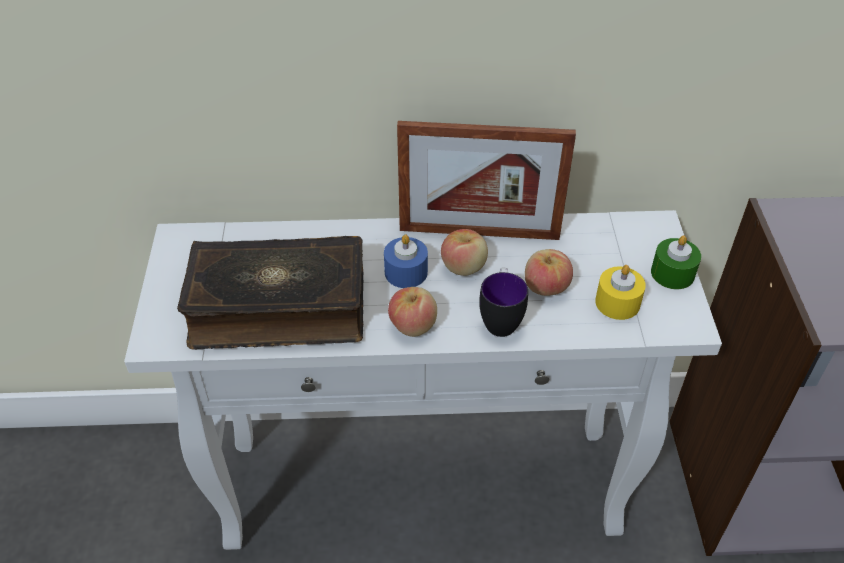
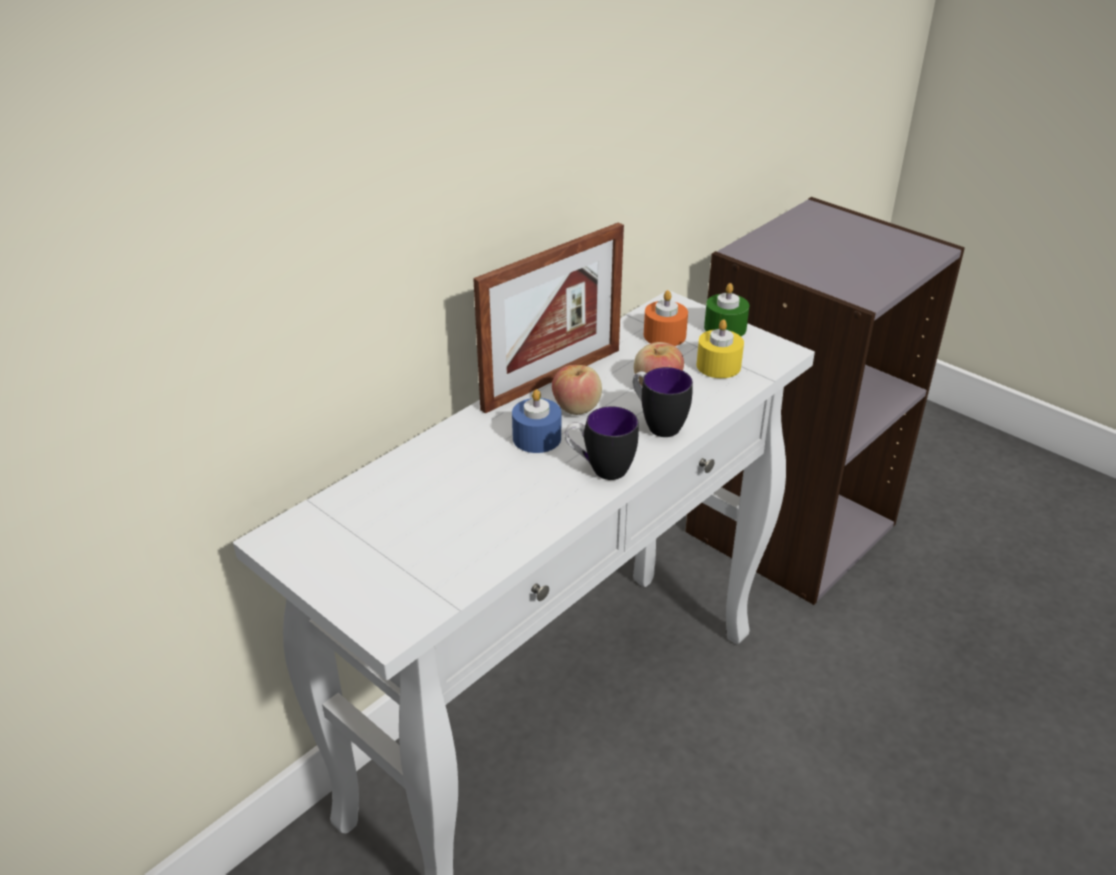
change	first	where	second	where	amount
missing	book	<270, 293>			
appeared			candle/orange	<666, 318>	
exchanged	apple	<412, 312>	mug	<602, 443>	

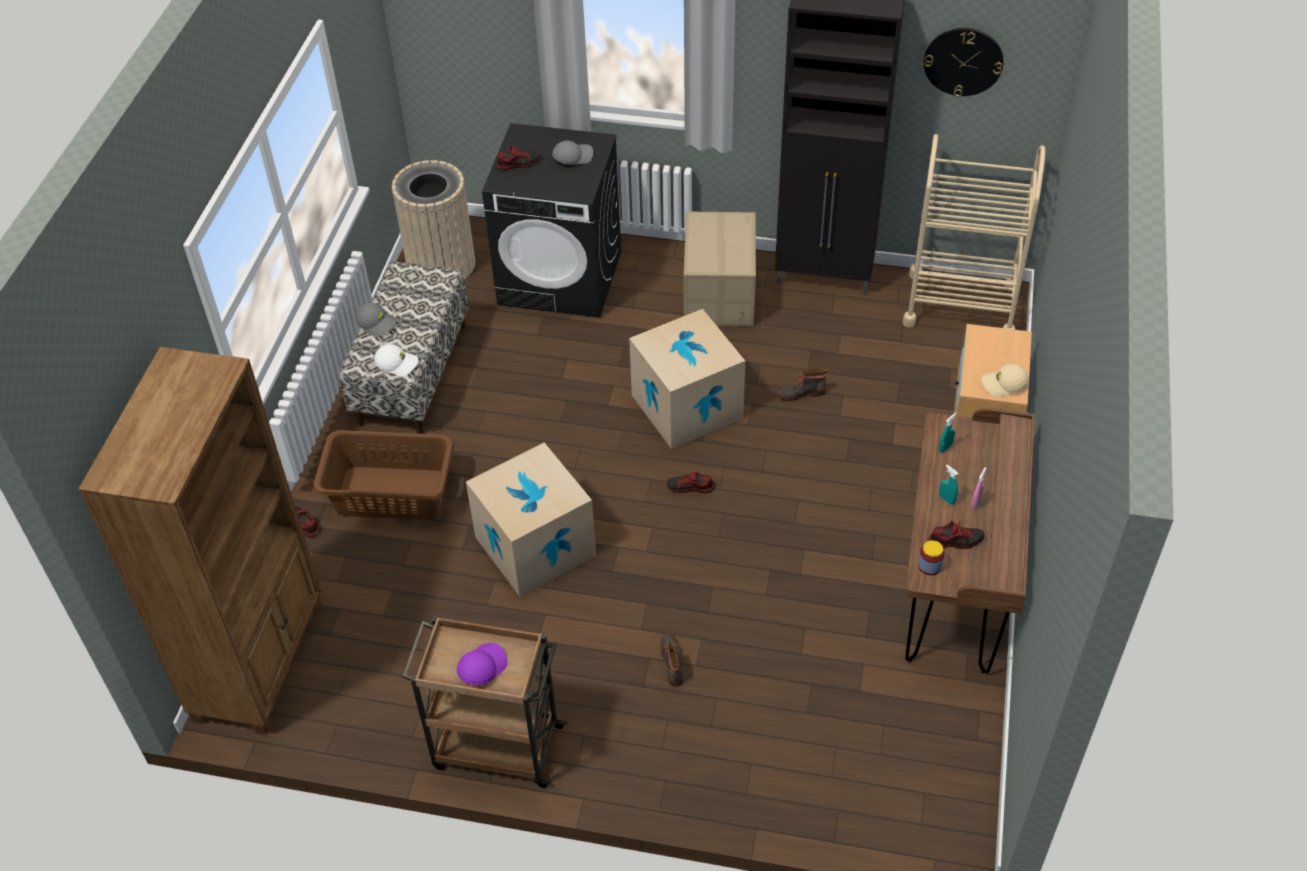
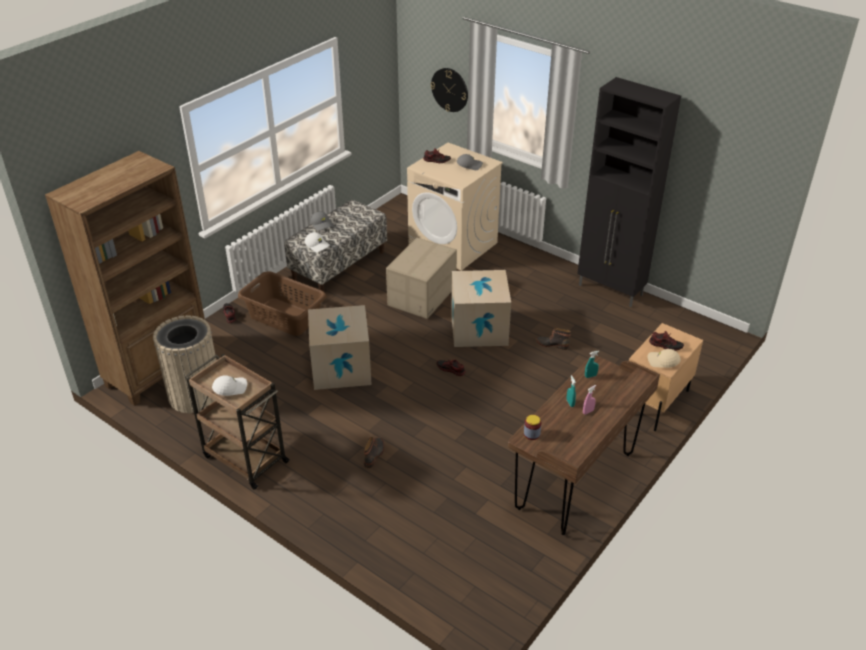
change	first	where	second	where	amount
missing	cart/beige	<974, 232>			
relocated	trash can/beige	<434, 219>		<185, 364>	
relocated	cardboard box	<720, 269>		<421, 278>	
relocated	wall clock	<964, 62>		<449, 90>	
relocated	shoe	<957, 535>		<666, 341>	
colour	cap/purple	<482, 664>	cap/white	<229, 385>	
colour	washing machine/black	<551, 220>	washing machine/beige	<455, 207>	

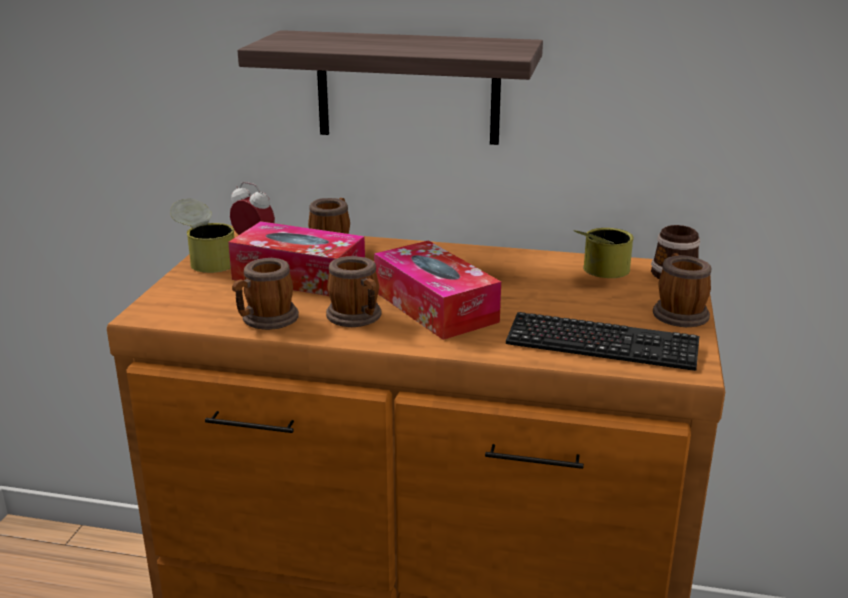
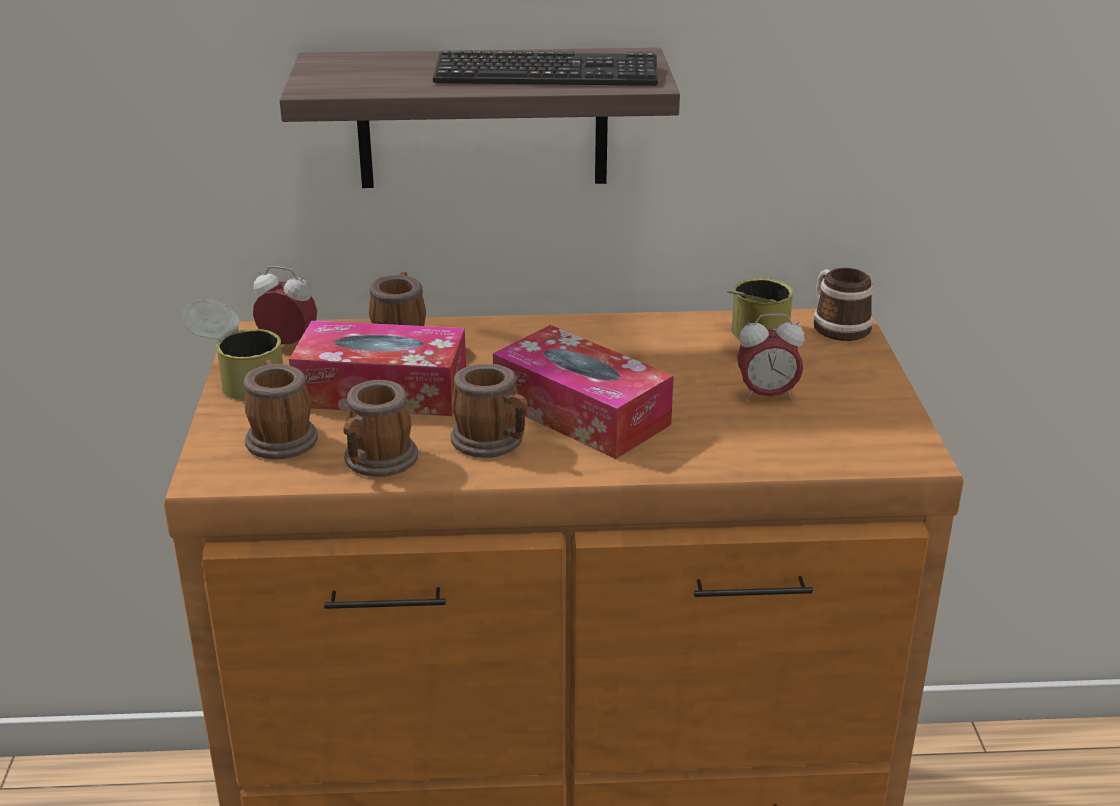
change	first	where	second	where	amount
appeared			alarm clock	<770, 358>	
relocated	keyboard	<603, 341>		<545, 68>	
relocated	mug	<682, 290>		<281, 409>	

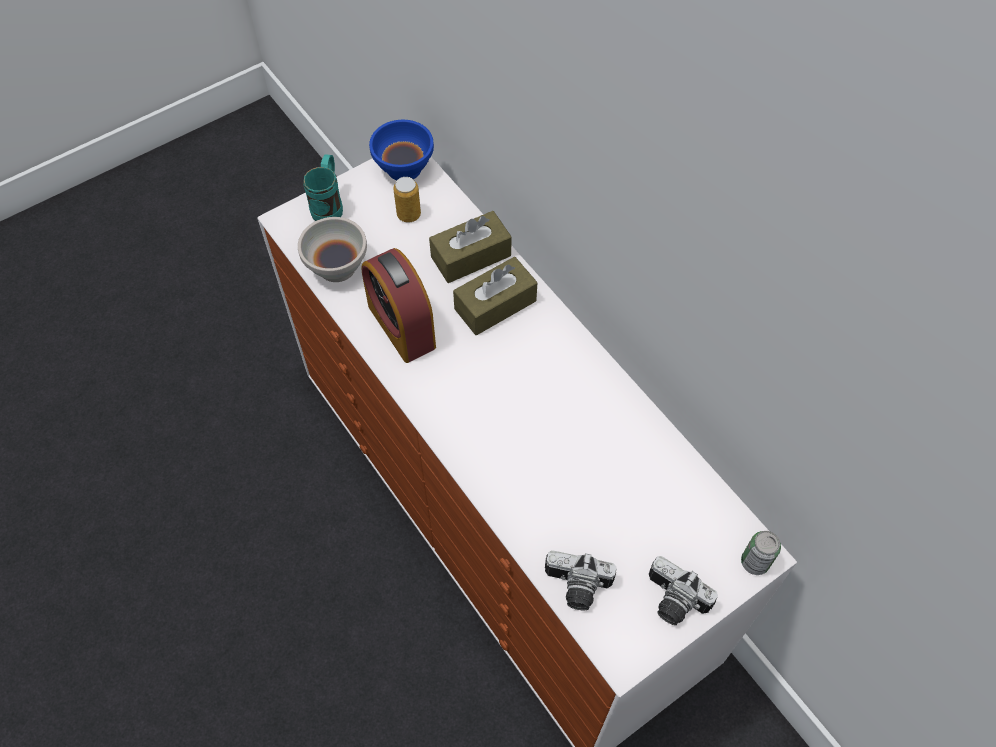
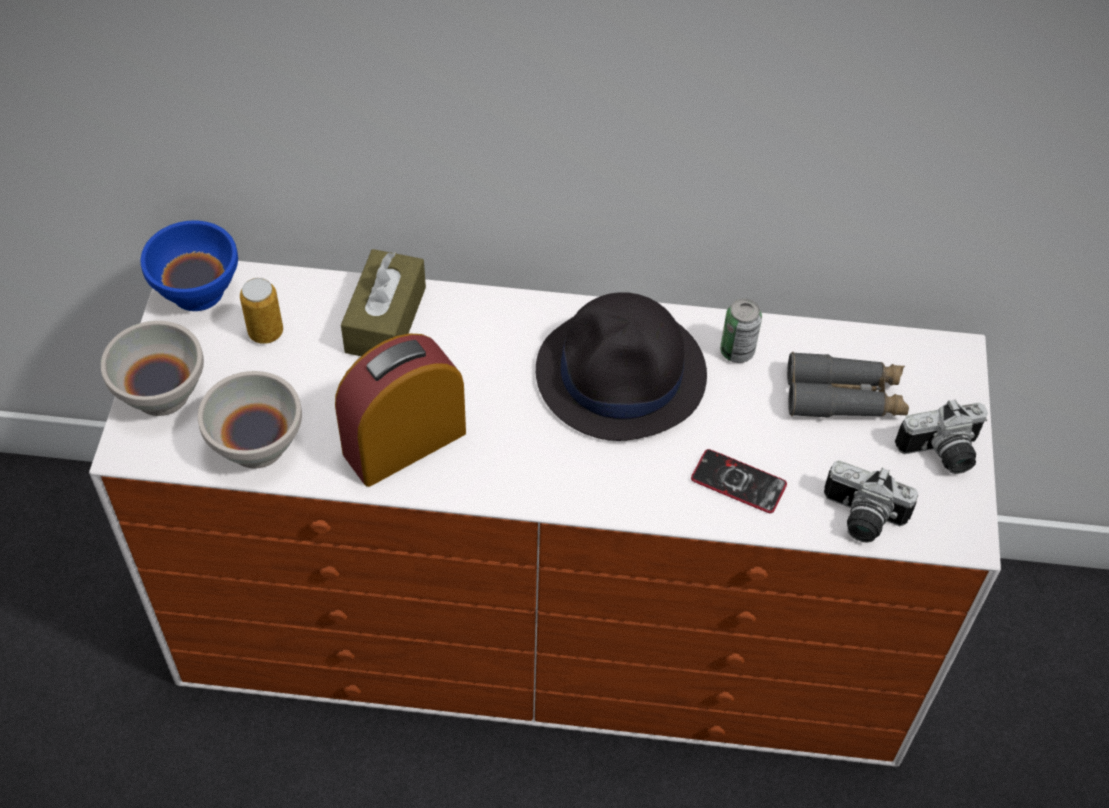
change	first	where	second	where	amount
missing	tissue box/brown	<495, 296>			
appeared			hat/black	<621, 366>	
appeared			phone	<739, 481>	
appeared			binoculars/grey	<848, 385>	
relocated	can	<761, 553>		<741, 331>	
exchanged	mug/turquoise	<323, 187>	bowl/white	<152, 368>	
spun	alarm clock	<398, 305>		<400, 410>	135 degrees clockwise
spun	photo camera	<581, 580>		<871, 501>	60 degrees clockwise

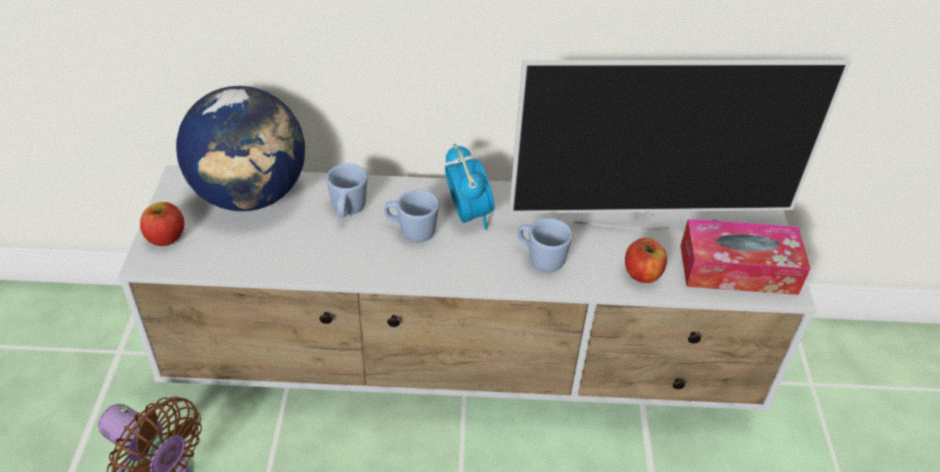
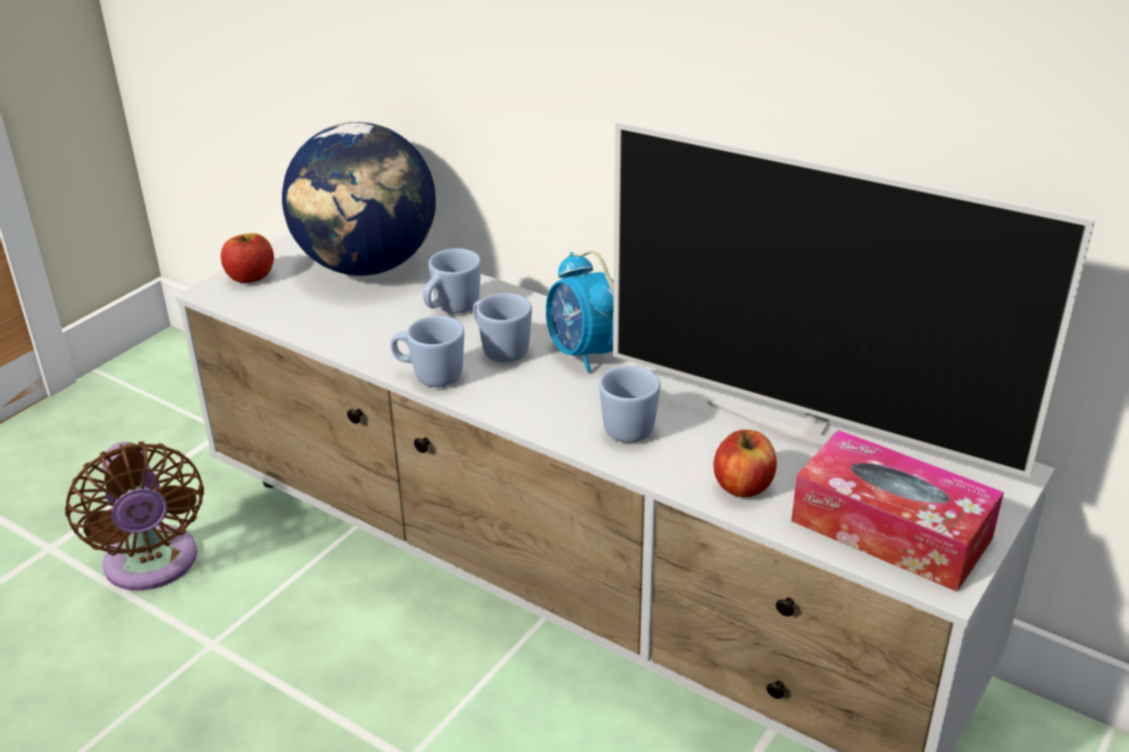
change	first	where	second	where	amount
appeared			mug/blue	<427, 351>	
spun	alarm clock	<469, 187>		<580, 312>	135 degrees clockwise

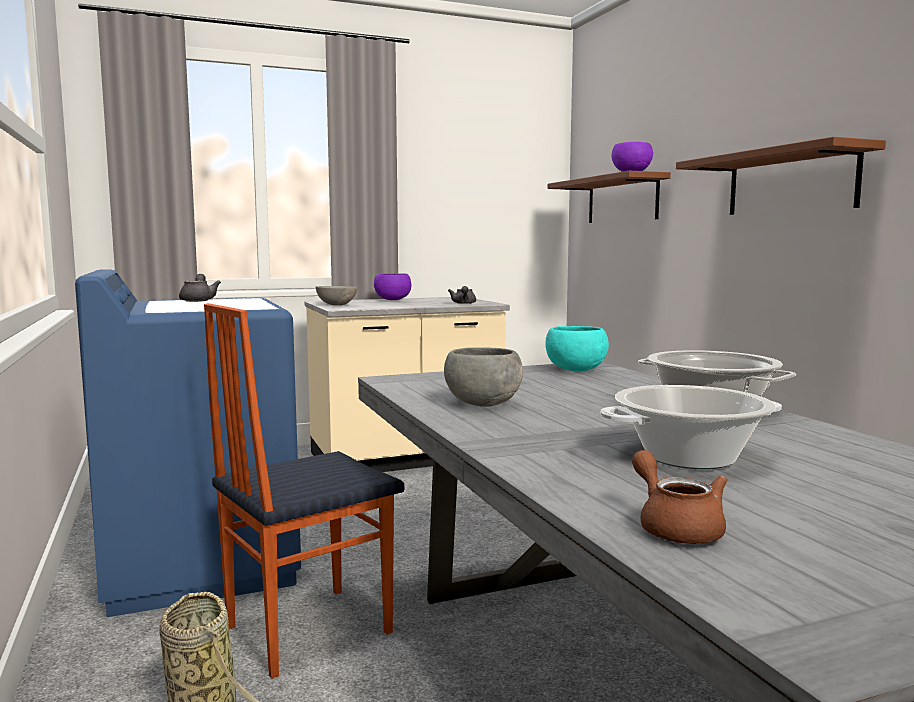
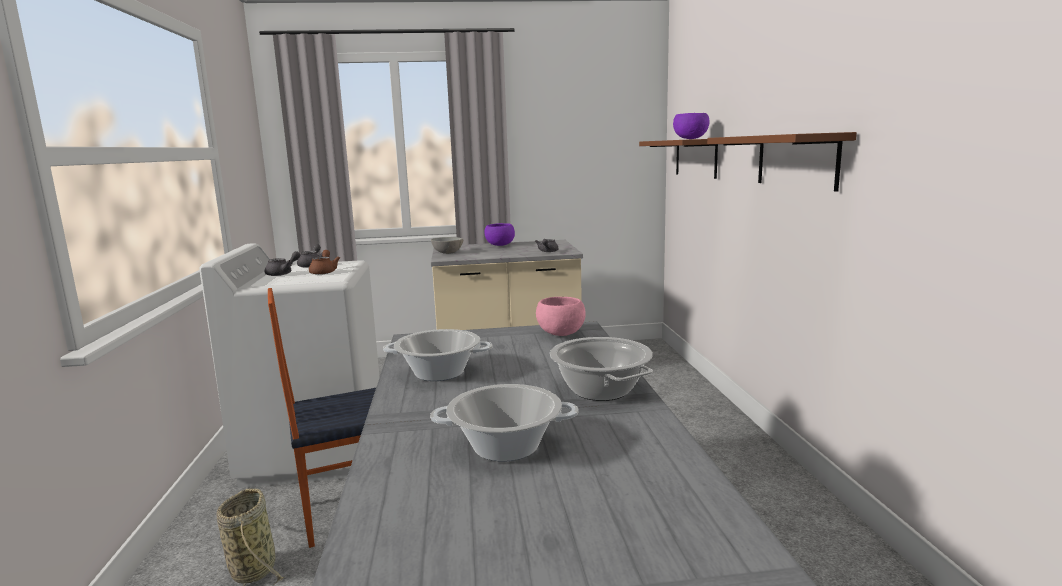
change	first	where	second	where	amount
appeared			teapot/grey	<282, 263>	
relocated	teapot/brown	<679, 497>		<324, 262>	
exchanged	bowl/grey	<483, 377>	cooking pot	<437, 355>	
colour	washing machine/blue	<188, 443>	washing machine/white	<289, 365>	
colour	bowl/turquoise	<577, 349>	bowl/pink	<561, 316>	

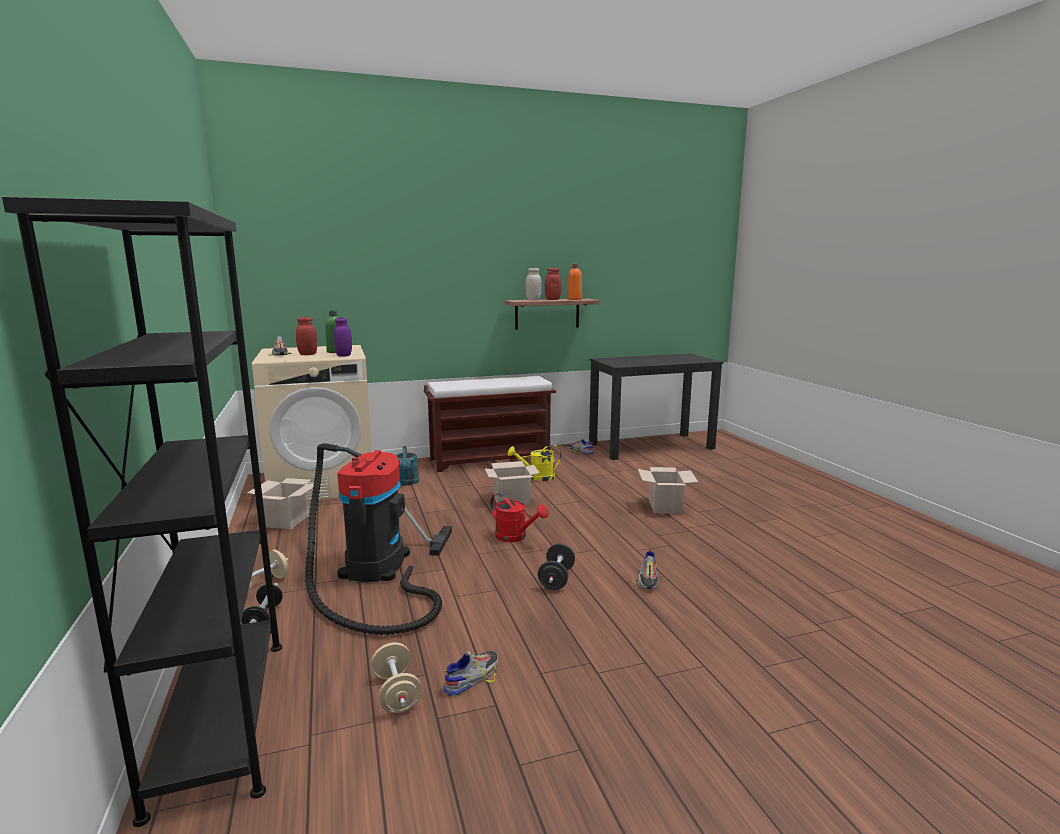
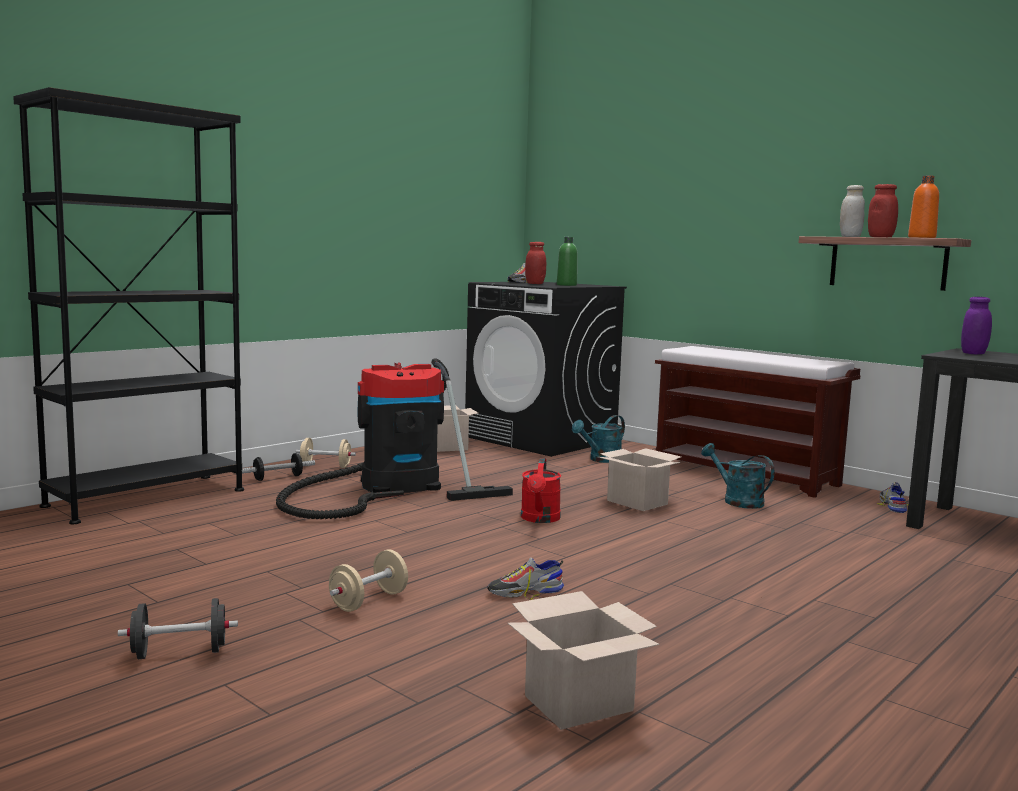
change	first	where	second	where	amount
missing	shoe	<470, 673>			
relocated	jar/purple	<343, 337>		<976, 325>	
relocated	dumbbell/beige	<396, 677>		<368, 580>	
relocated	dumbbell/black	<556, 566>		<178, 628>	
relocated	cardboard box	<668, 490>		<584, 660>	
colour	washing machine/beige	<312, 423>	washing machine/black	<546, 369>	
colour	watering can/yellow	<534, 463>	watering can/turquoise	<737, 476>	

